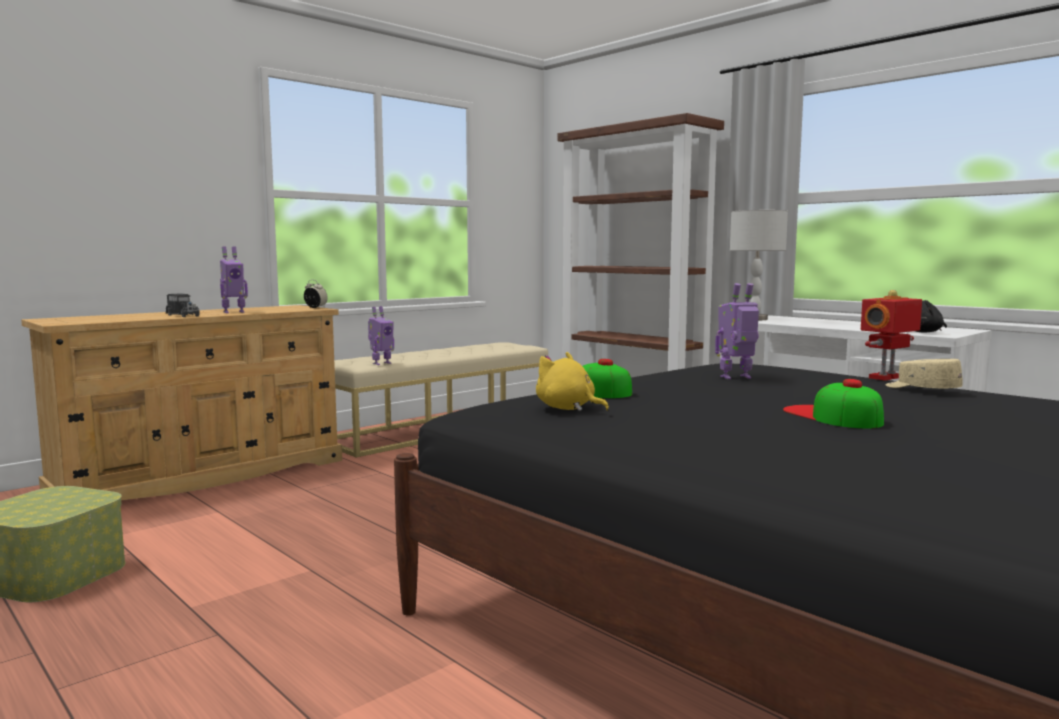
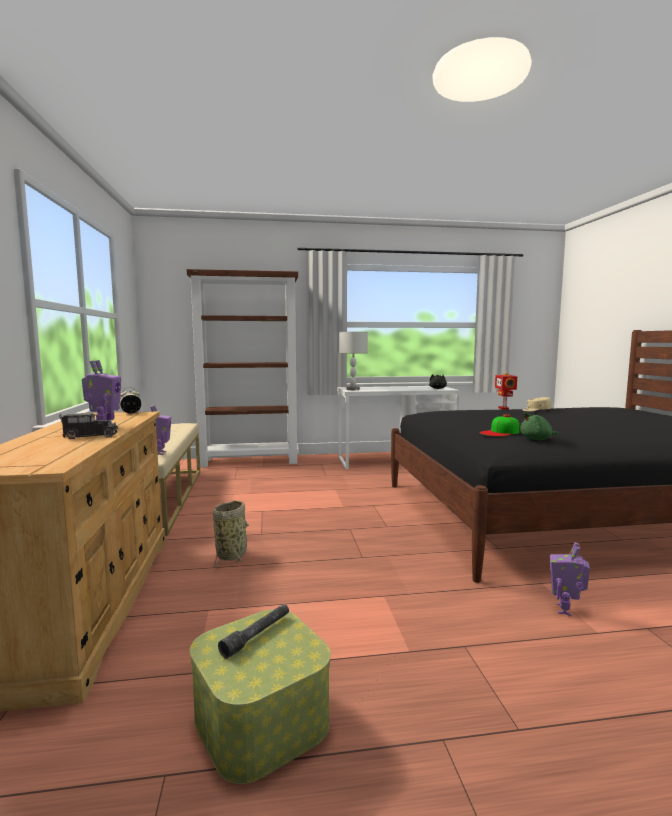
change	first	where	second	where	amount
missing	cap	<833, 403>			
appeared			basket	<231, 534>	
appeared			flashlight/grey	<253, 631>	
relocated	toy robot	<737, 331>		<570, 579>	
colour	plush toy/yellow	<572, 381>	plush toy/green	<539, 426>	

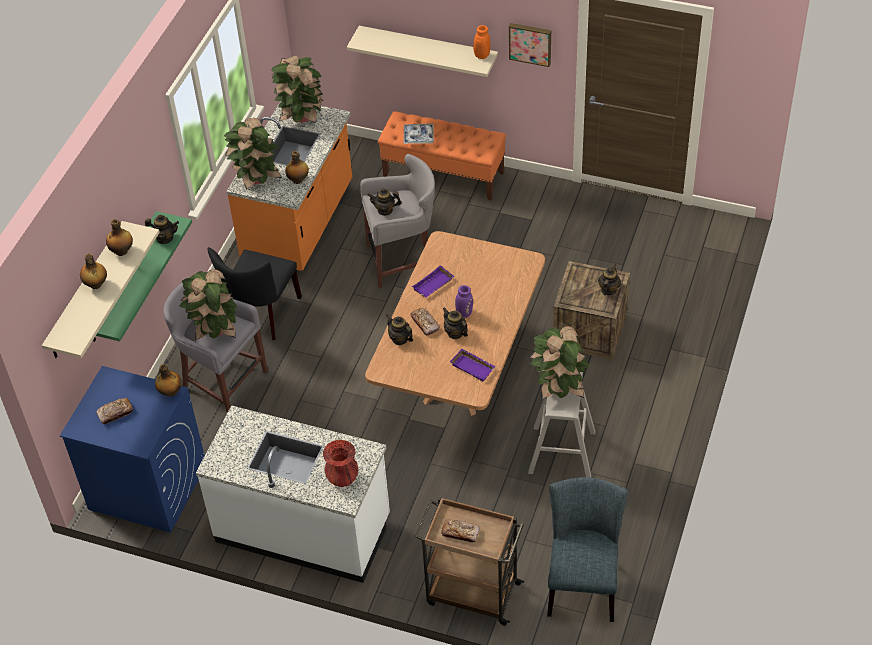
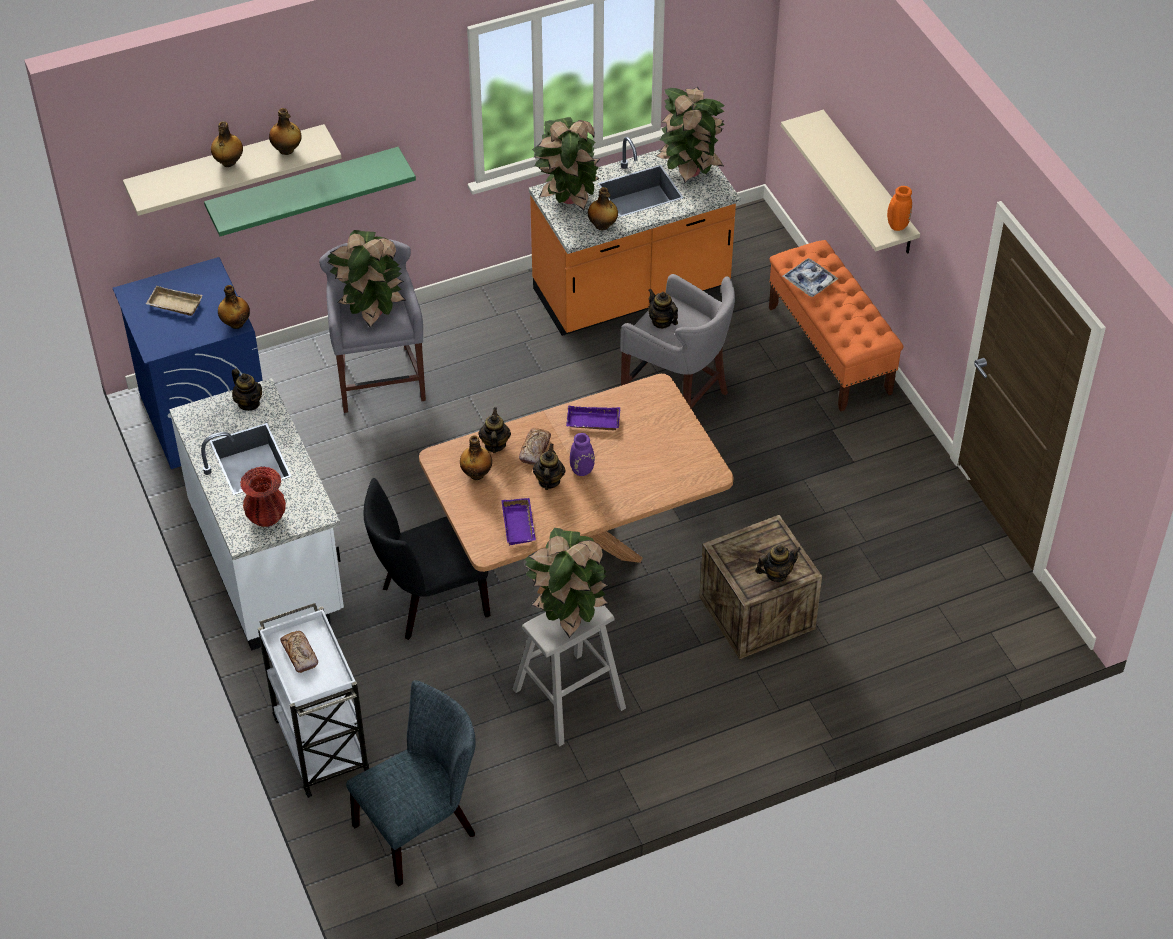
change	first	where	second	where	amount
missing	picture	<530, 45>			
appeared			bottle	<476, 457>	
relocated	teapot	<162, 229>		<247, 390>	
relocated	chair/black	<254, 293>		<427, 559>	
exchanged	bread	<114, 411>	tray/beige	<174, 301>	
colour	cart/brown	<469, 561>	cart/white	<313, 700>	

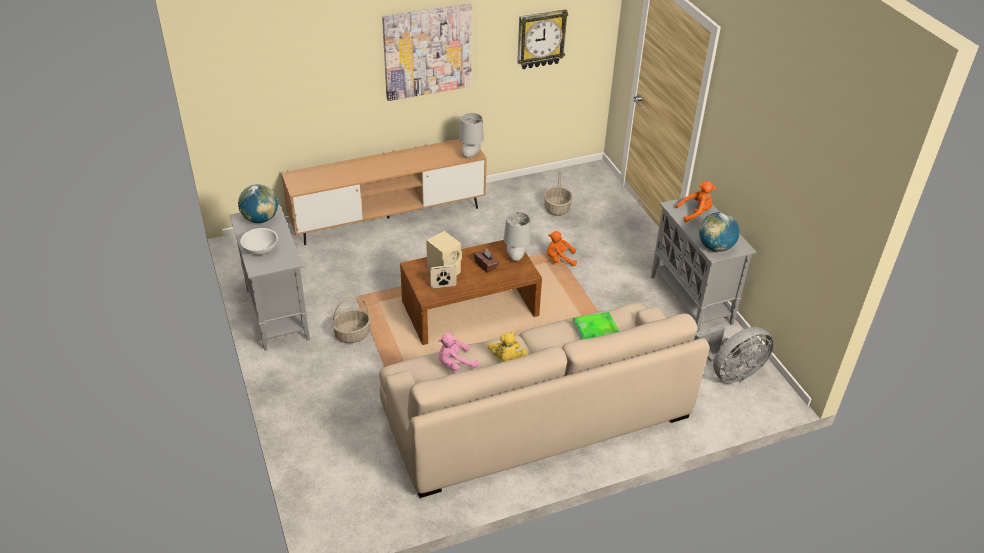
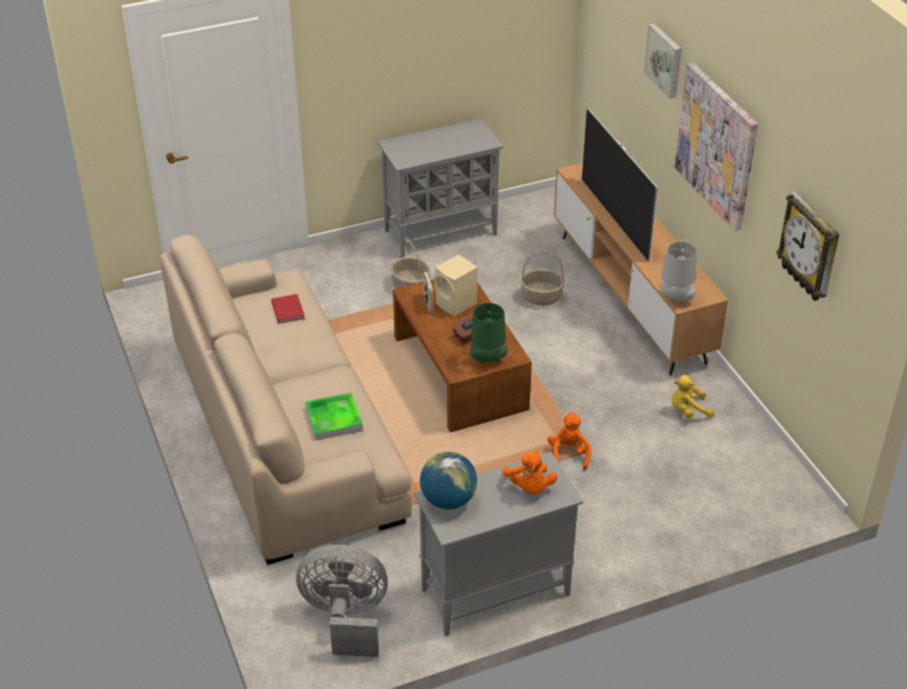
change	first	where	second	where	amount
missing	globe	<258, 203>			
missing	bowl/white	<259, 241>			
appeared			television	<620, 184>	
appeared			picture	<663, 61>	
relocated	plush toy/yellow	<507, 347>		<693, 396>	
relocated	basket	<558, 193>		<542, 279>	
exchanged	plush toy/pink	<458, 351>	book/red	<288, 309>	
colour	table lamp/grey	<517, 236>	table lamp/green	<488, 333>	
spun	fan/grey	<734, 353>		<342, 601>	120 degrees clockwise

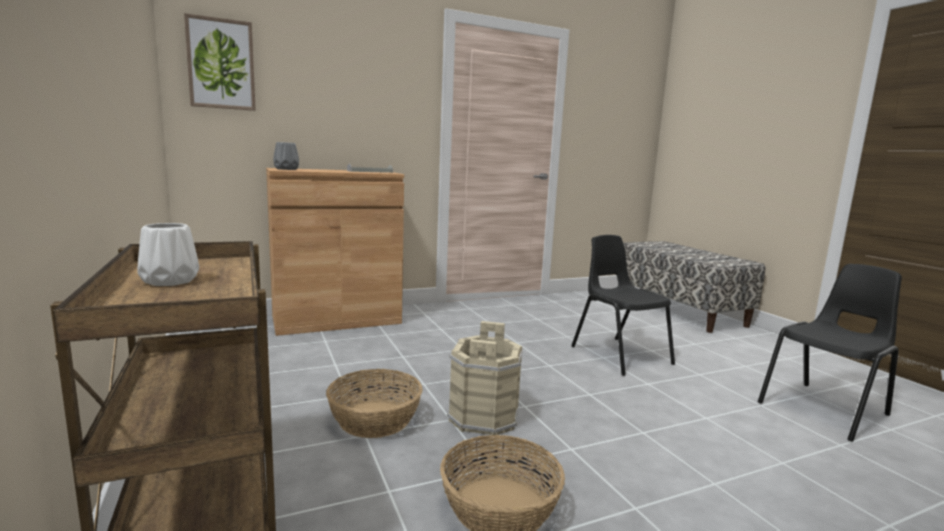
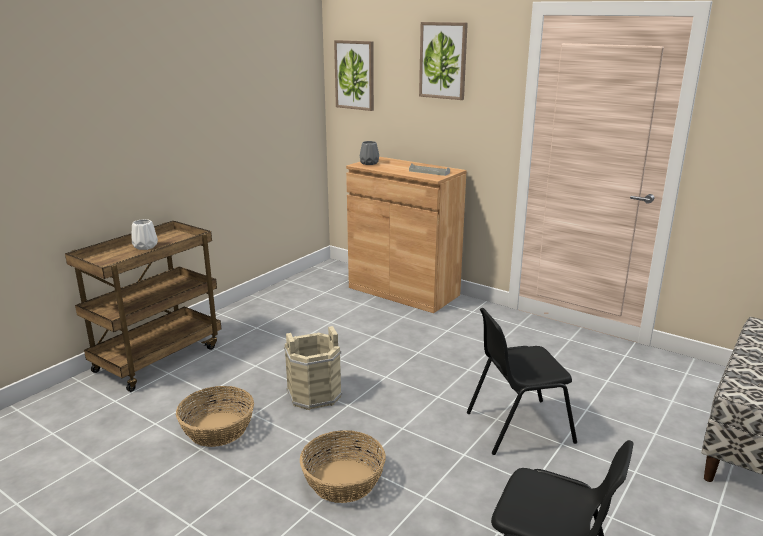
change	first	where	second	where	amount
appeared			picture	<443, 61>	
relocated	basket	<374, 403>		<343, 466>	
spun	chair/black	<623, 305>		<522, 381>	135 degrees counterclockwise

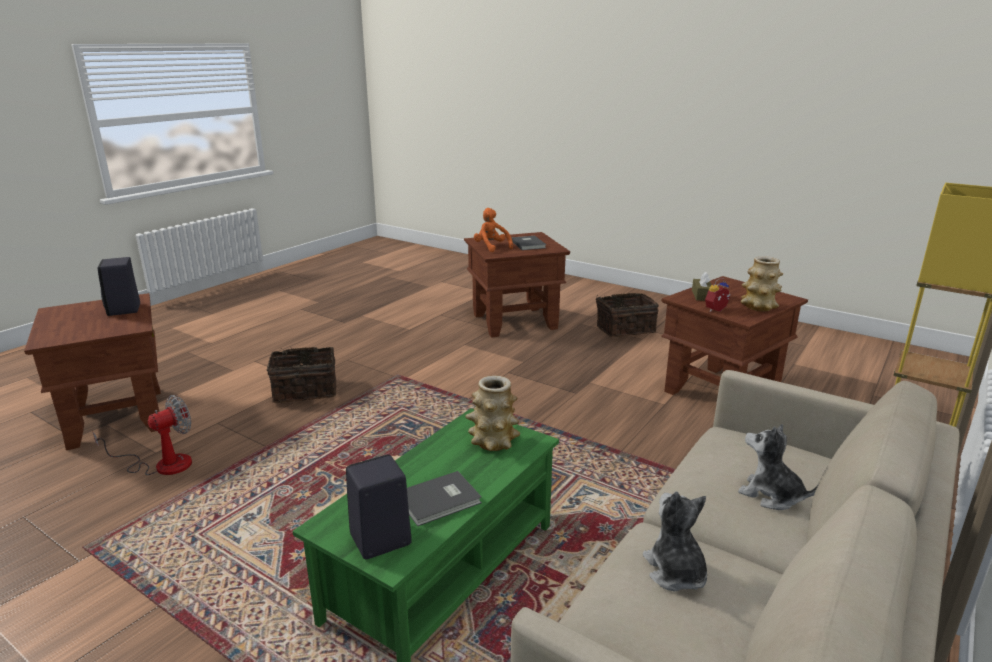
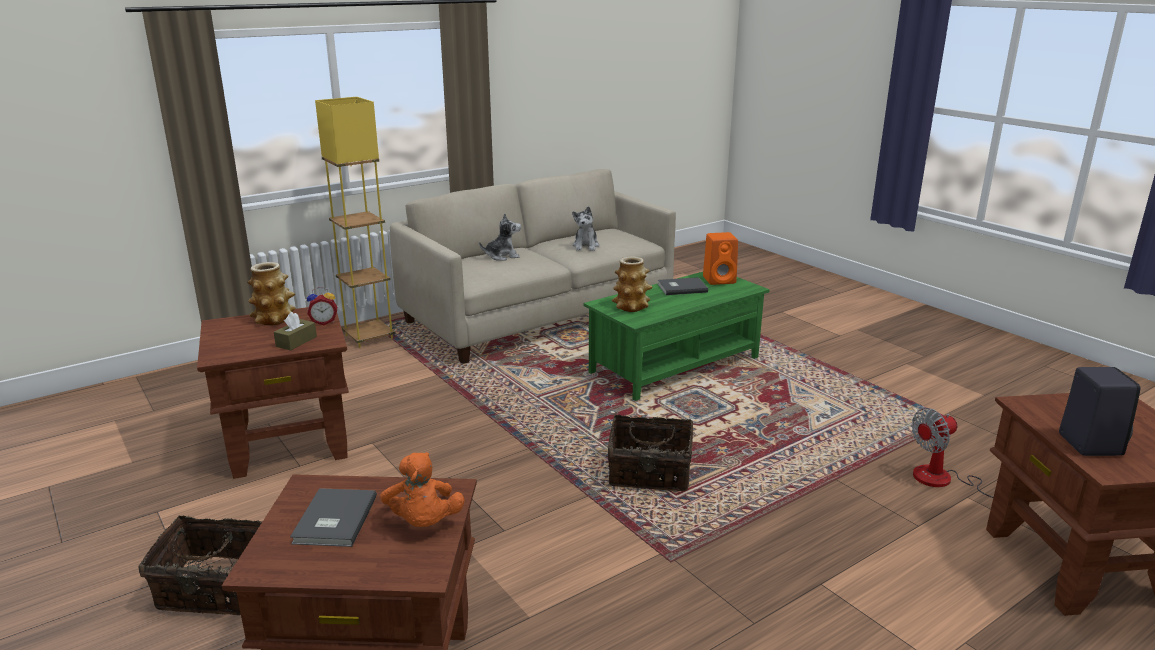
change	first	where	second	where	amount
relocated	basket	<302, 375>		<650, 453>	
colour	speaker/black	<379, 506>	speaker/orange	<720, 258>	
spun	plush toy	<778, 467>		<500, 237>	75 degrees counterclockwise

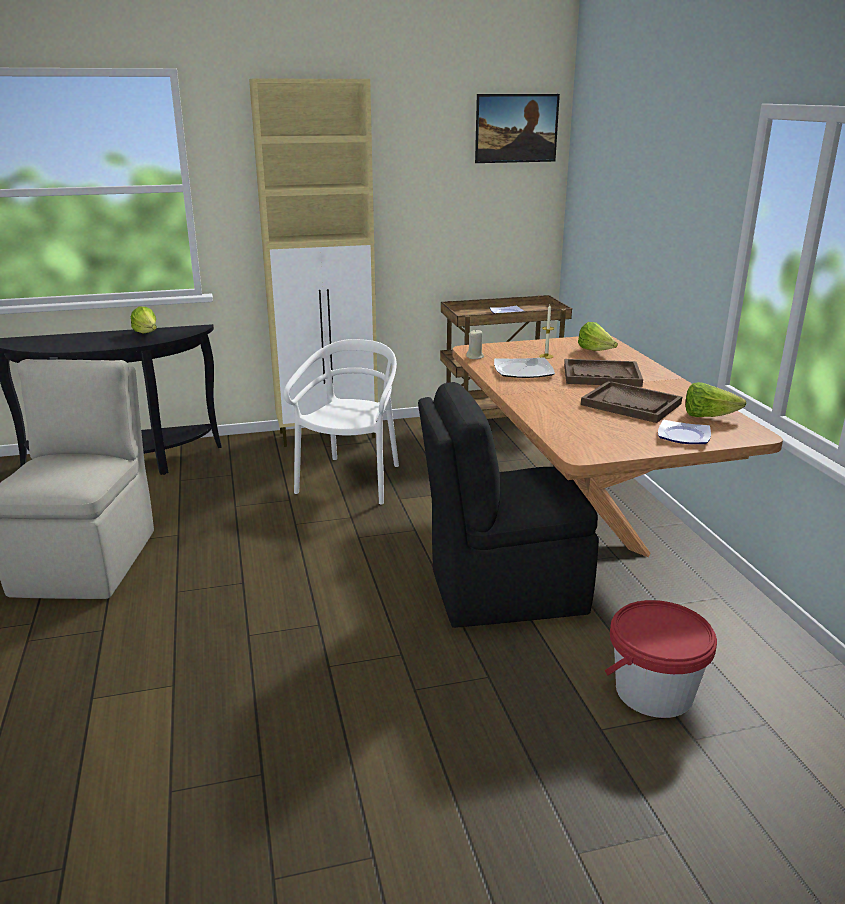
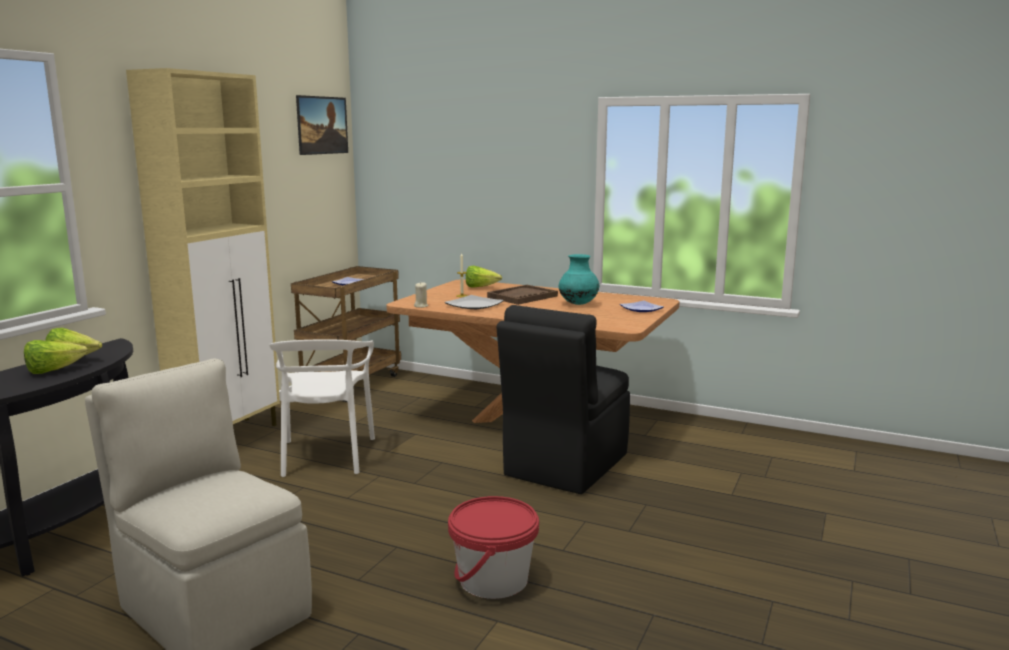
change	first	where	second	where	amount
relocated	bucket/red	<661, 659>		<493, 547>	
relocated	lettuce	<716, 399>		<56, 357>	
exchanged	tray/brown	<631, 402>	vase/turquoise	<579, 279>	
spun	chair/white	<341, 422>		<322, 408>	150 degrees counterclockwise

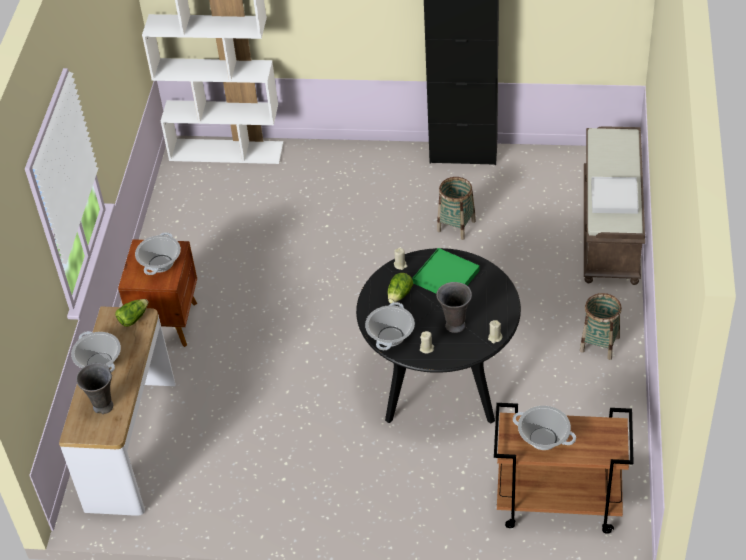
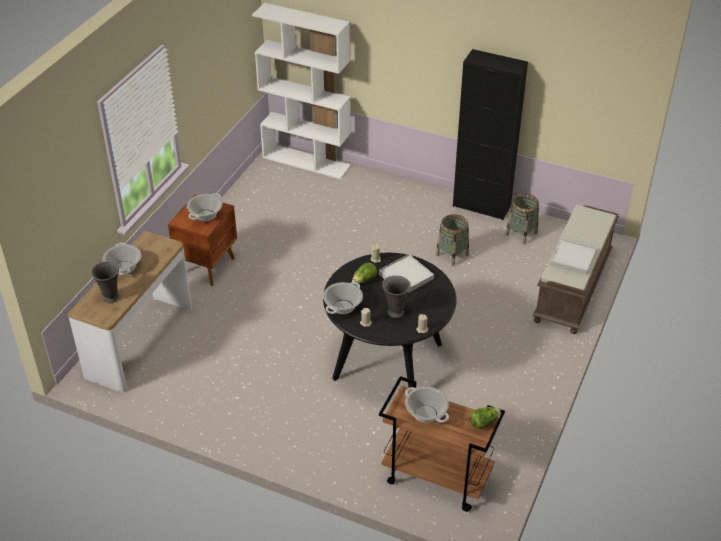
change	first	where	second	where	amount
relocated	lettuce	<131, 313>		<485, 418>	
relocated	basket	<601, 326>		<522, 219>	
colour	tray/green	<446, 270>	tray/white	<406, 273>	

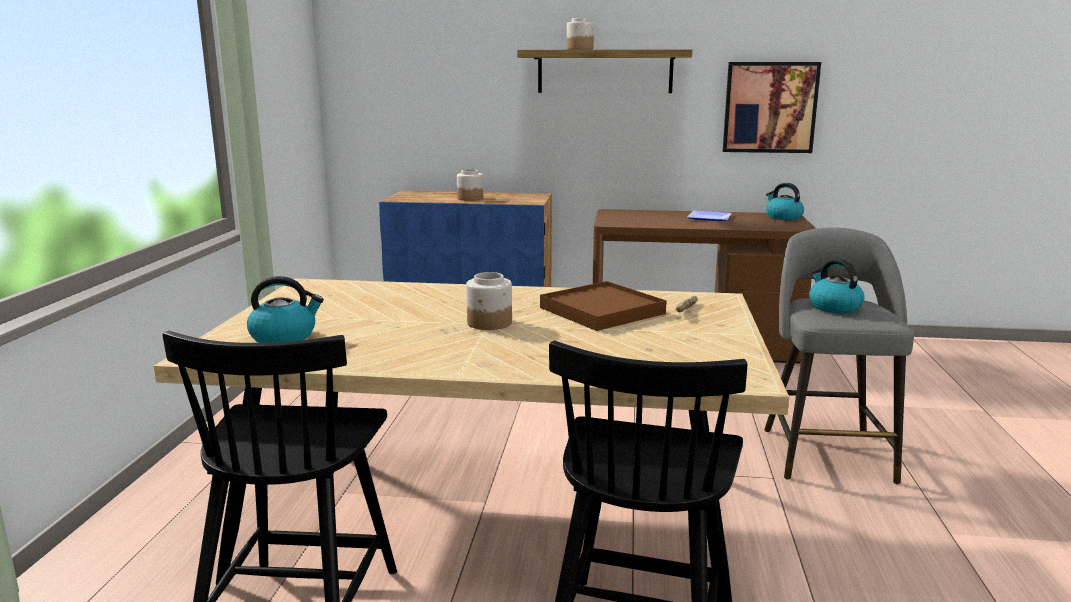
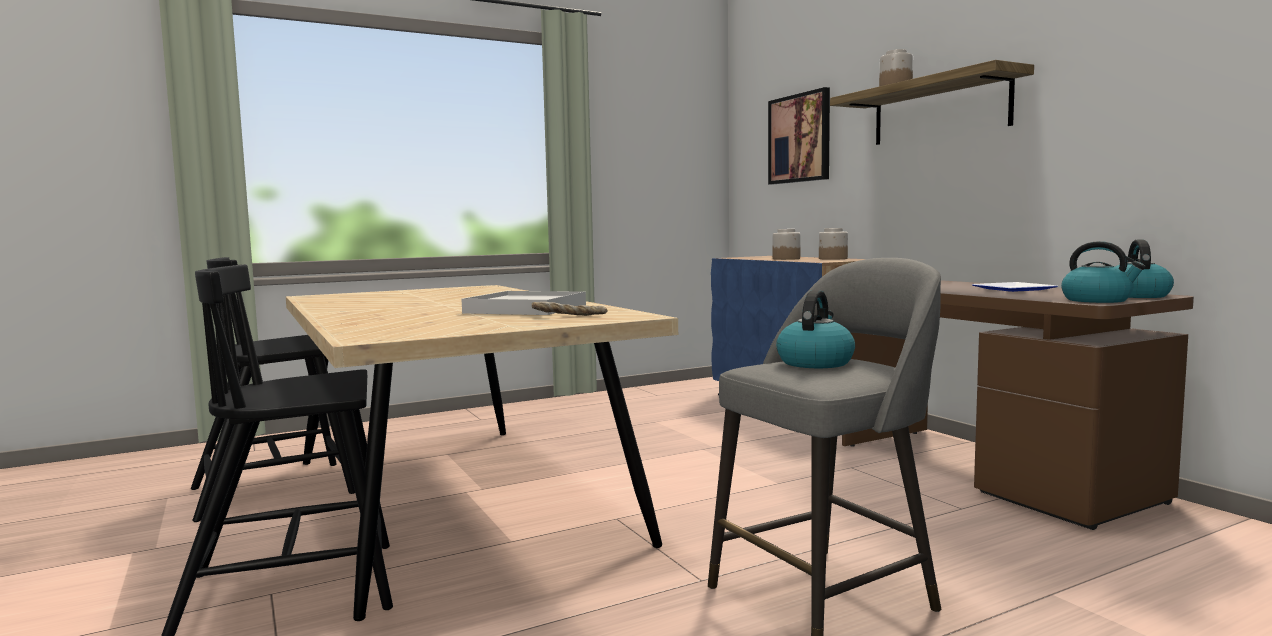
change	first	where	second	where	amount
relocated	kettle	<285, 309>		<1103, 272>	
relocated	jar	<489, 301>		<833, 244>	
relocated	picture	<772, 107>		<799, 136>	
colour	tray/brown	<603, 306>	tray/white	<524, 303>	

